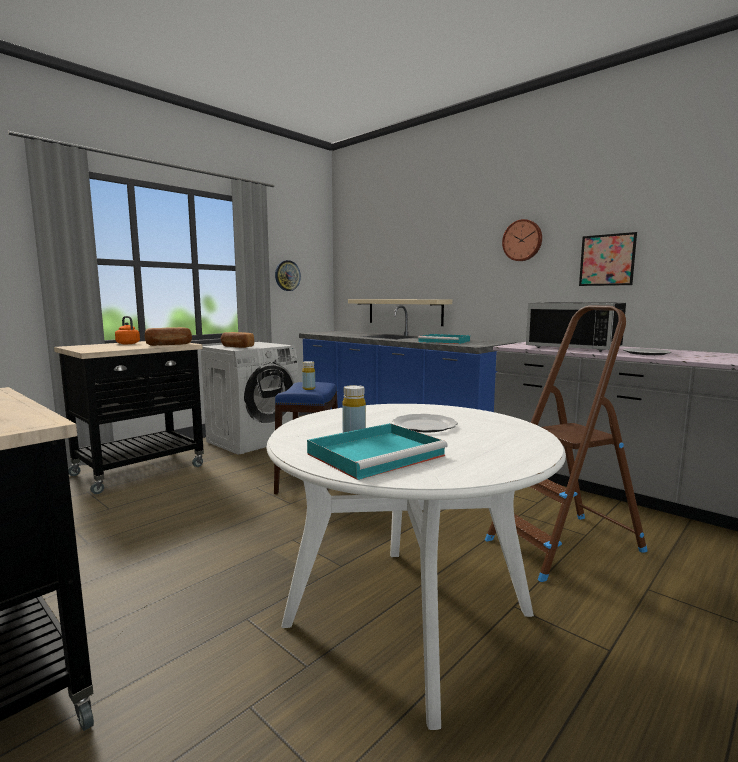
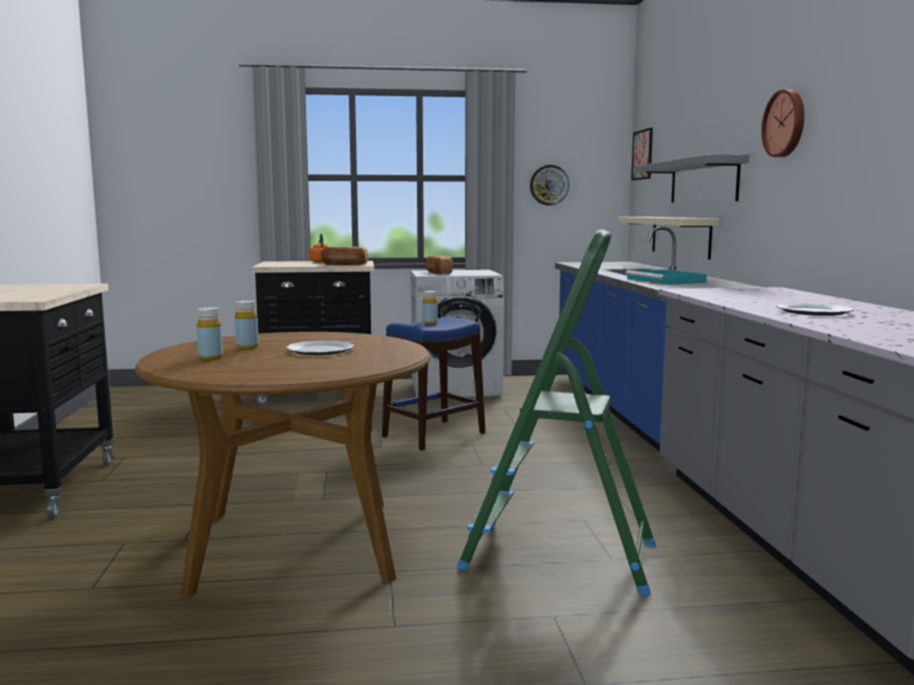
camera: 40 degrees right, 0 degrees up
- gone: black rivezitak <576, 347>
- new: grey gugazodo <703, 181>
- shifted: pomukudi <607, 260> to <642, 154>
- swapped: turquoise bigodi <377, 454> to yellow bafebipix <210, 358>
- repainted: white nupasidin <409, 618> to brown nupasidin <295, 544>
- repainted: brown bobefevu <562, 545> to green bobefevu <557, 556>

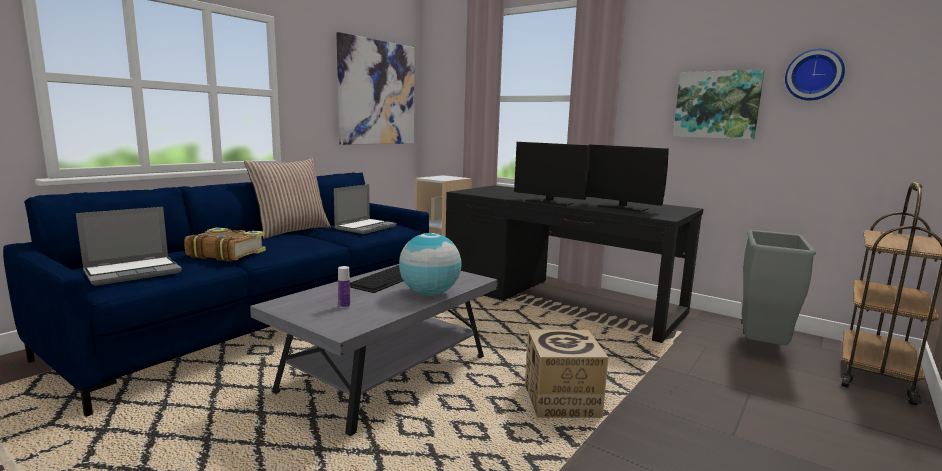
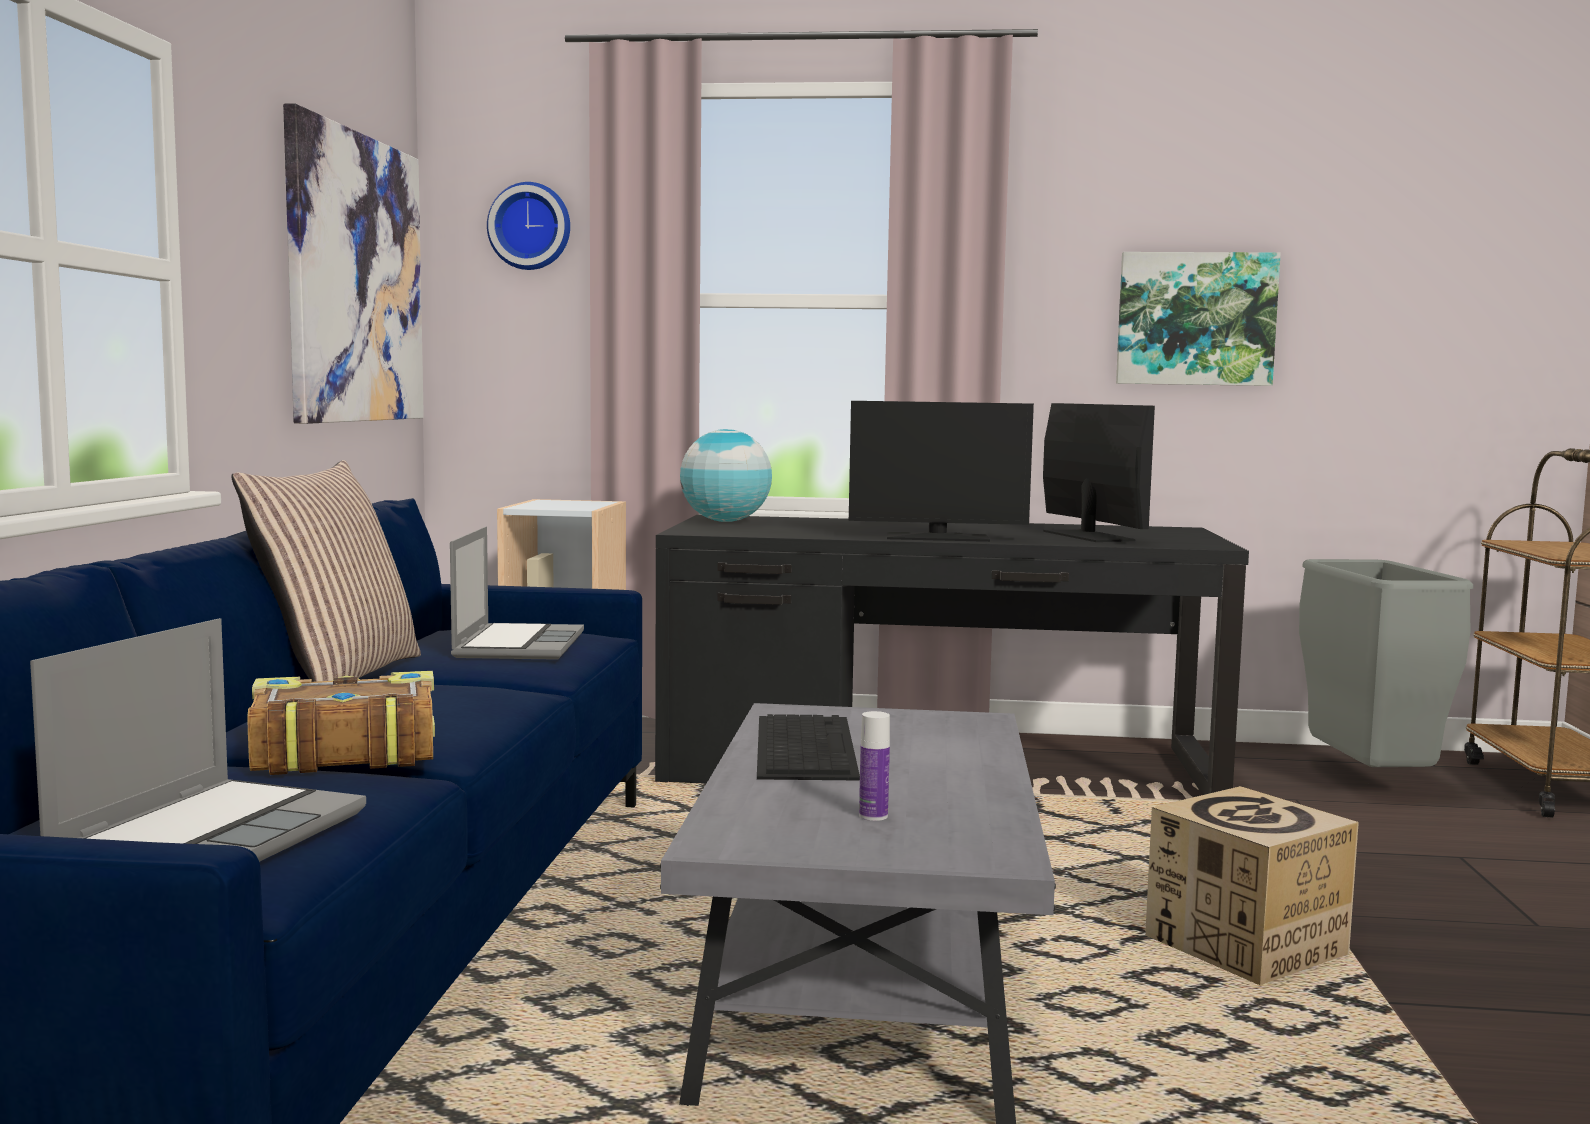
camera: 30 degrees left, 5 degrees down
- shifted: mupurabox <430, 293> to <726, 521>
- shifted: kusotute <814, 75> to <531, 227>
- rotated: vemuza <622, 207> = <1088, 536> 120 degrees counterclockwise

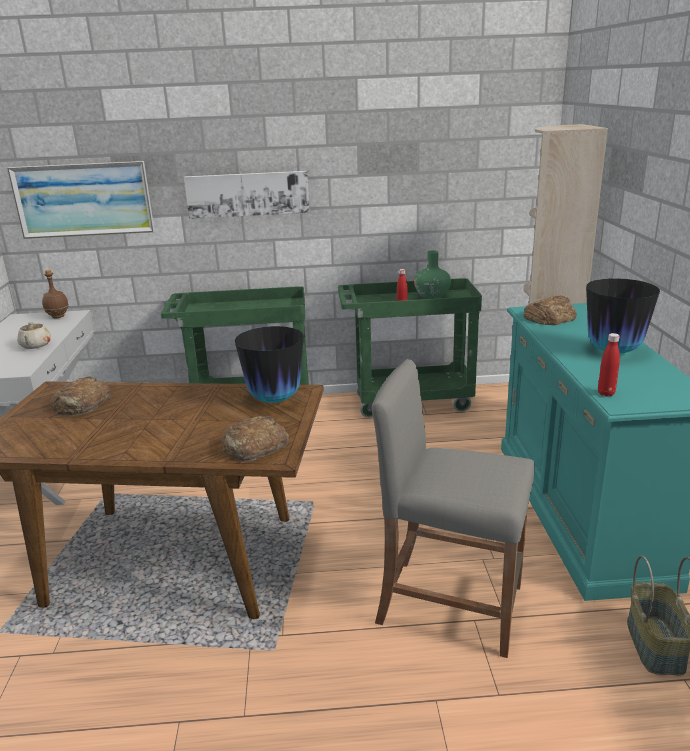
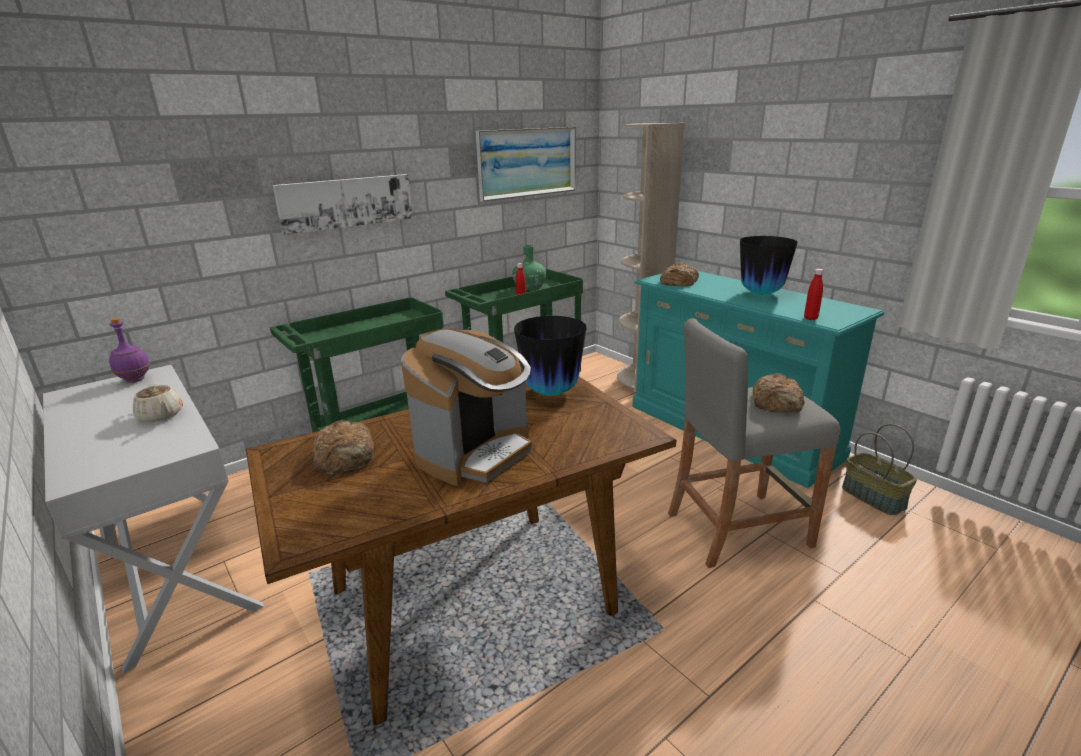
camera: 35 degrees left, 0 degrees up
- new: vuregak <476, 452>
- shifted: pomukudi <83, 199> to <527, 162>
- shifted: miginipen <254, 446> to <778, 401>
- repainted: brown bafebipix <58, 317> to purple bafebipix <135, 380>

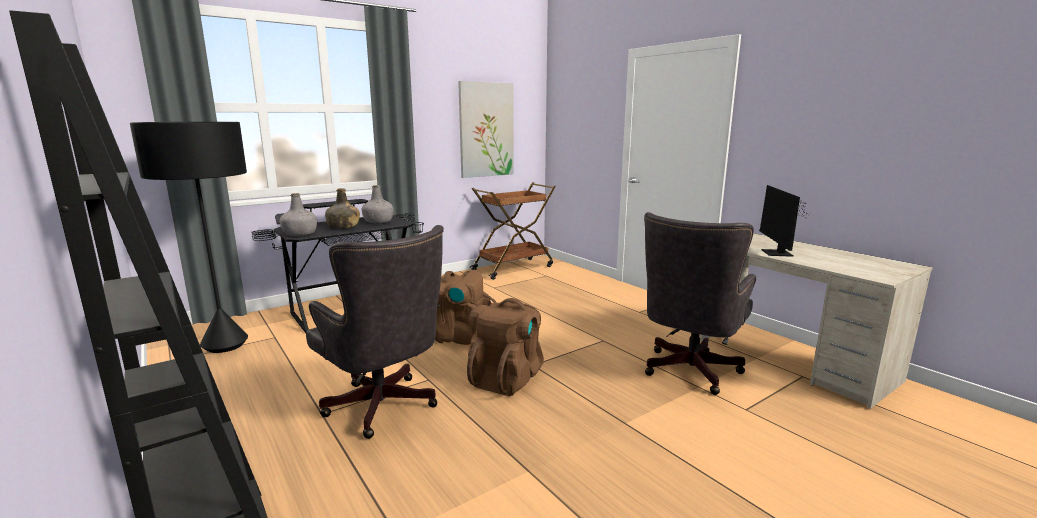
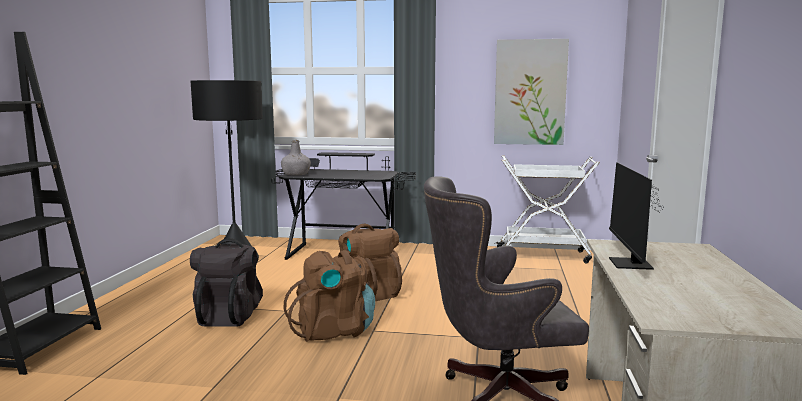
camera: 45 degrees right, 5 degrees down
- gone: green bafebipix <343, 226>
- gone: grey bafebipix <379, 221>
- swapped: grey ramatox <384, 408> to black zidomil <229, 315>
- repainted: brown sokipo <513, 268> to white sokipo <542, 255>
- rotated: vemuza <777, 254> = <630, 265> 45 degrees counterclockwise

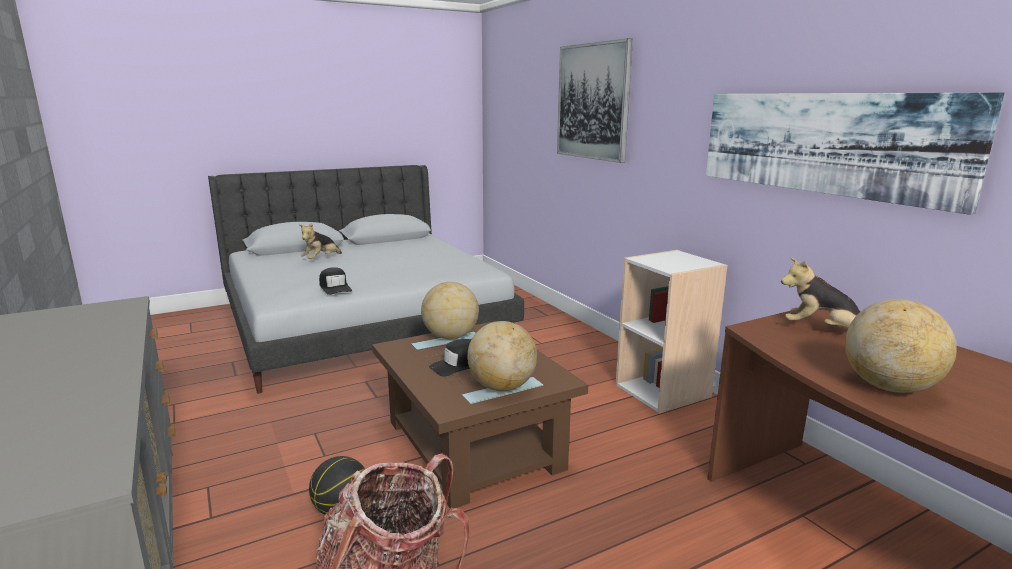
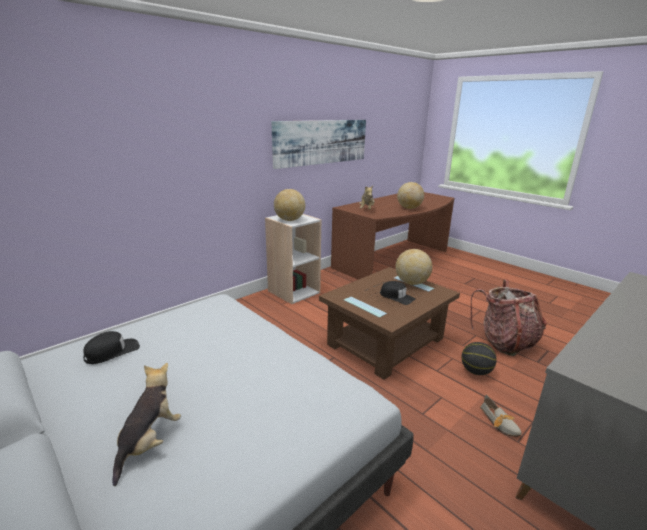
camera: 105 degrees left, 5 degrees up
- gone: pomukudi <593, 102>
- new: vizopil <500, 424>
- shifted: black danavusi <335, 287> to <112, 352>
- shifted: mupurabox <450, 337> to <289, 220>
- rotated: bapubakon <321, 259> = <149, 442> 90 degrees counterclockwise

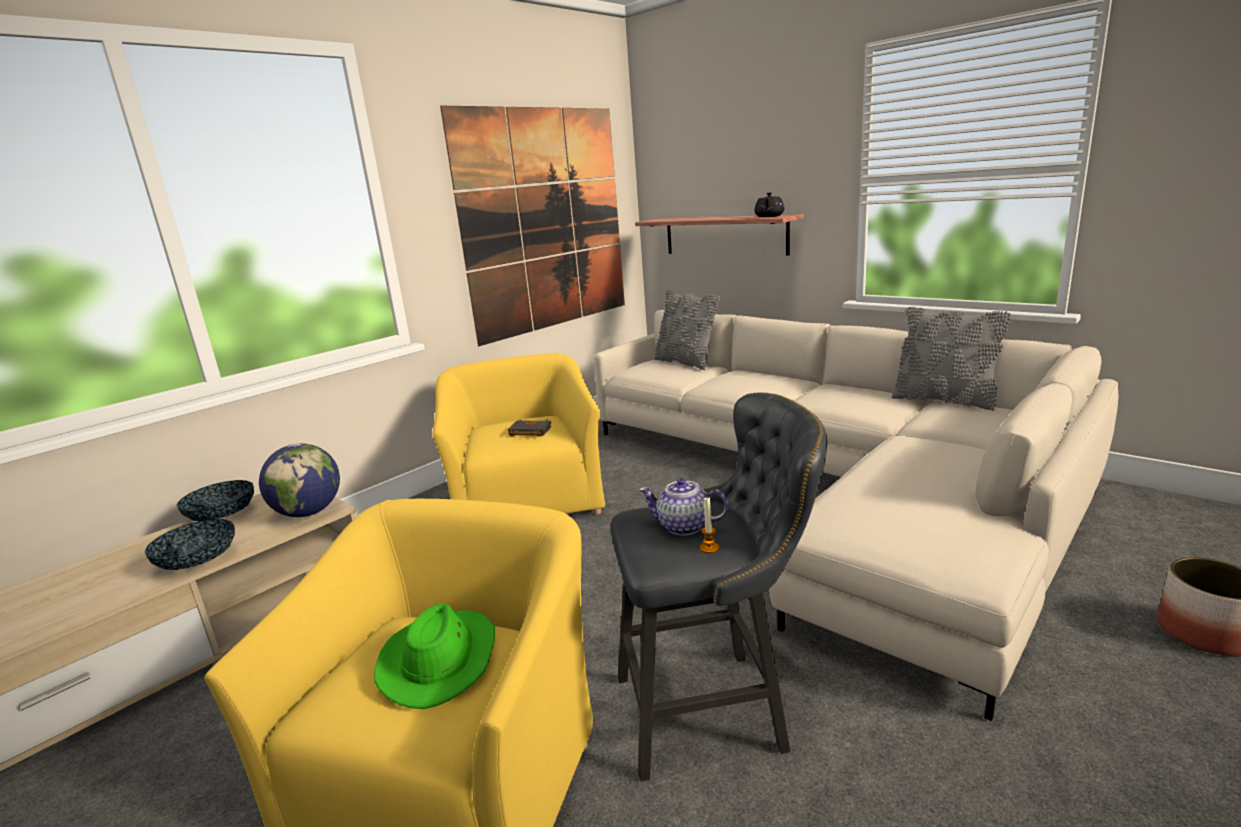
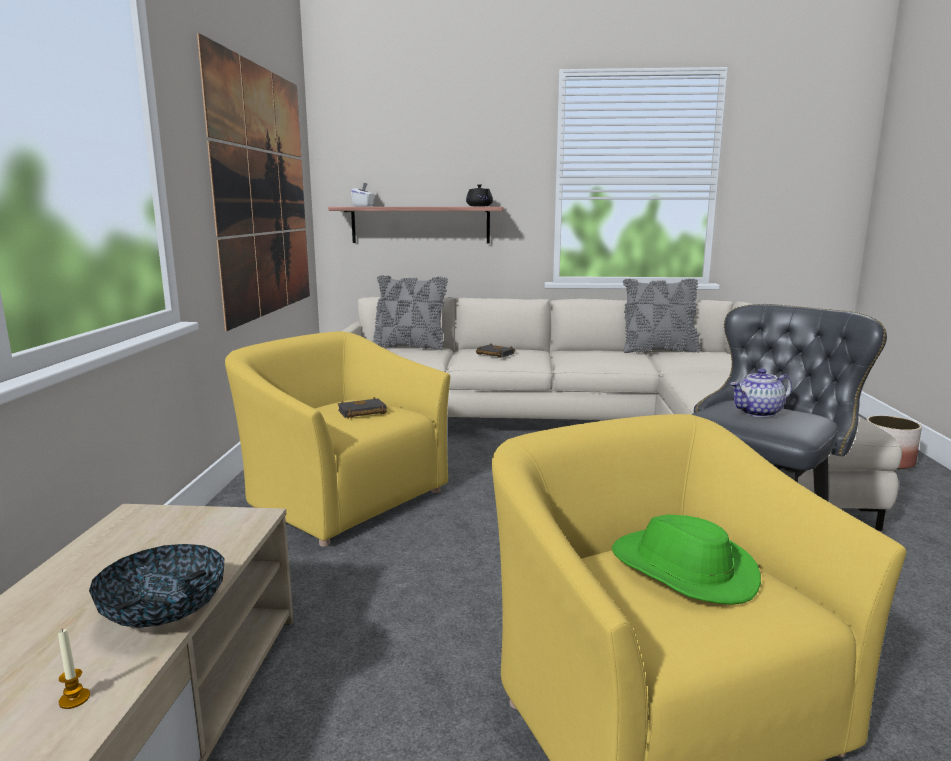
camera: 40 degrees left, 5 degrees down
- gone: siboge <222, 516>
- gone: mupurabox <309, 512>
- new: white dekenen <363, 206>
- new: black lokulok <493, 354>
- shifted: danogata <709, 548> to <74, 699>

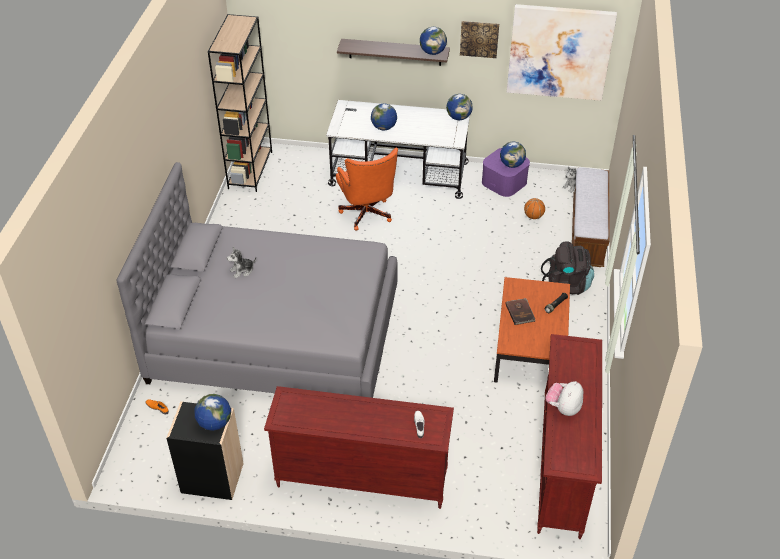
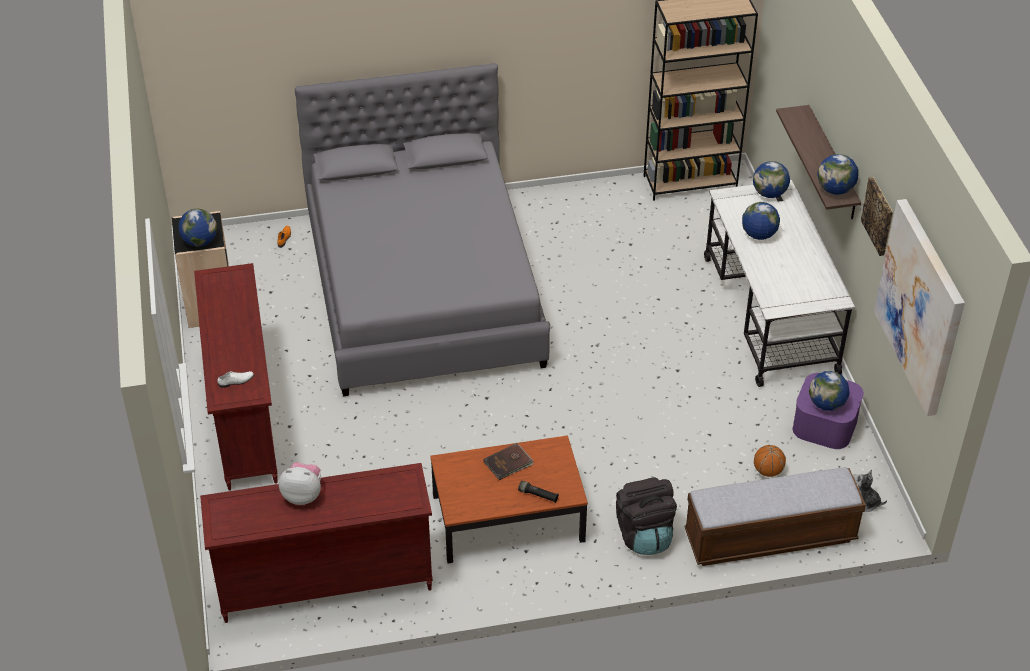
camera: 70 degrees right, 0 degrees up
- gone: bapubakon <242, 271>
- gone: orange ramatox <367, 215>
- shifted: mupurabox <458, 118> to <769, 193>

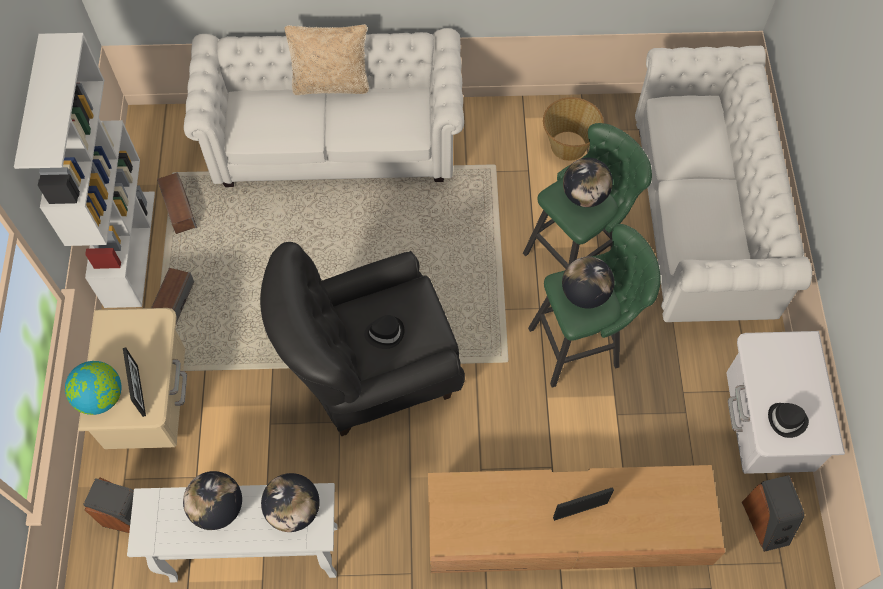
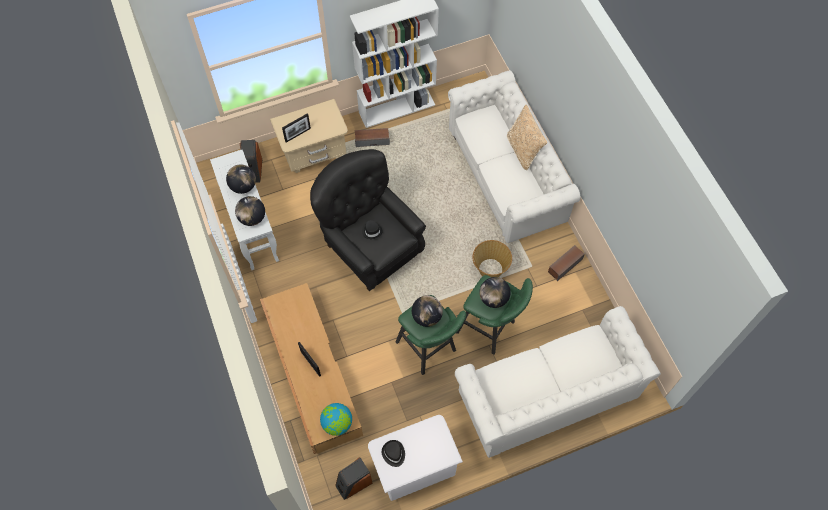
camera: 70 degrees right, 0 degrees up
- shifted: mupurabox <101, 397> to <337, 423>
- shifted: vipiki <178, 208> to <565, 265>
- shifted: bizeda <568, 146> to <490, 269>

